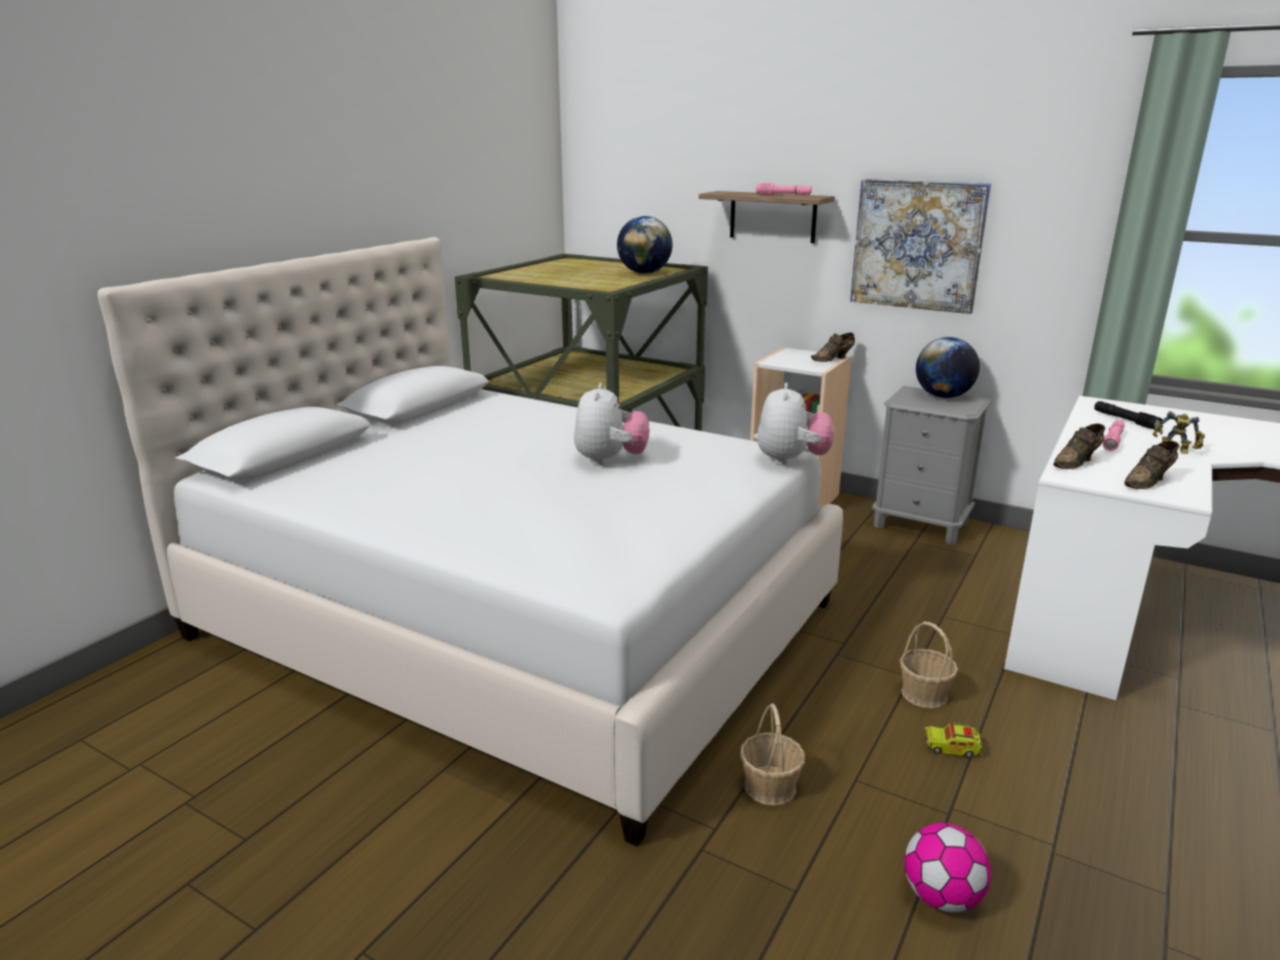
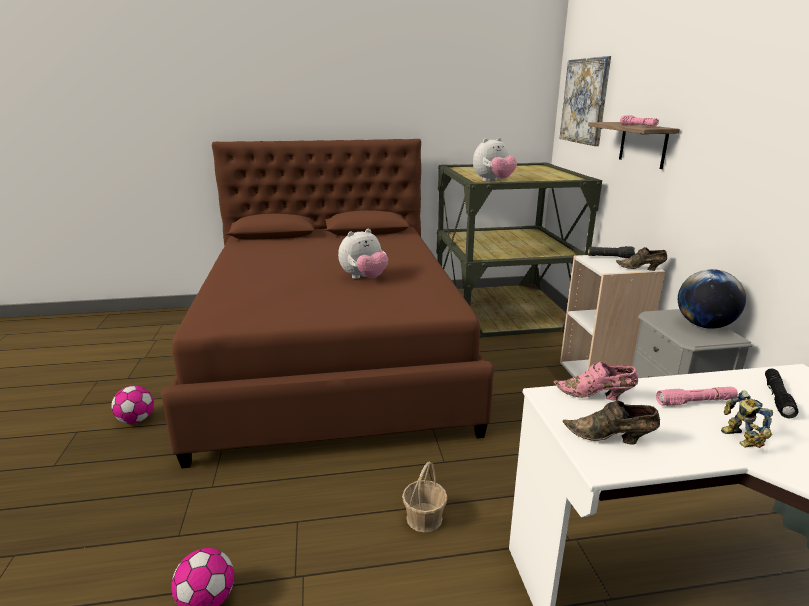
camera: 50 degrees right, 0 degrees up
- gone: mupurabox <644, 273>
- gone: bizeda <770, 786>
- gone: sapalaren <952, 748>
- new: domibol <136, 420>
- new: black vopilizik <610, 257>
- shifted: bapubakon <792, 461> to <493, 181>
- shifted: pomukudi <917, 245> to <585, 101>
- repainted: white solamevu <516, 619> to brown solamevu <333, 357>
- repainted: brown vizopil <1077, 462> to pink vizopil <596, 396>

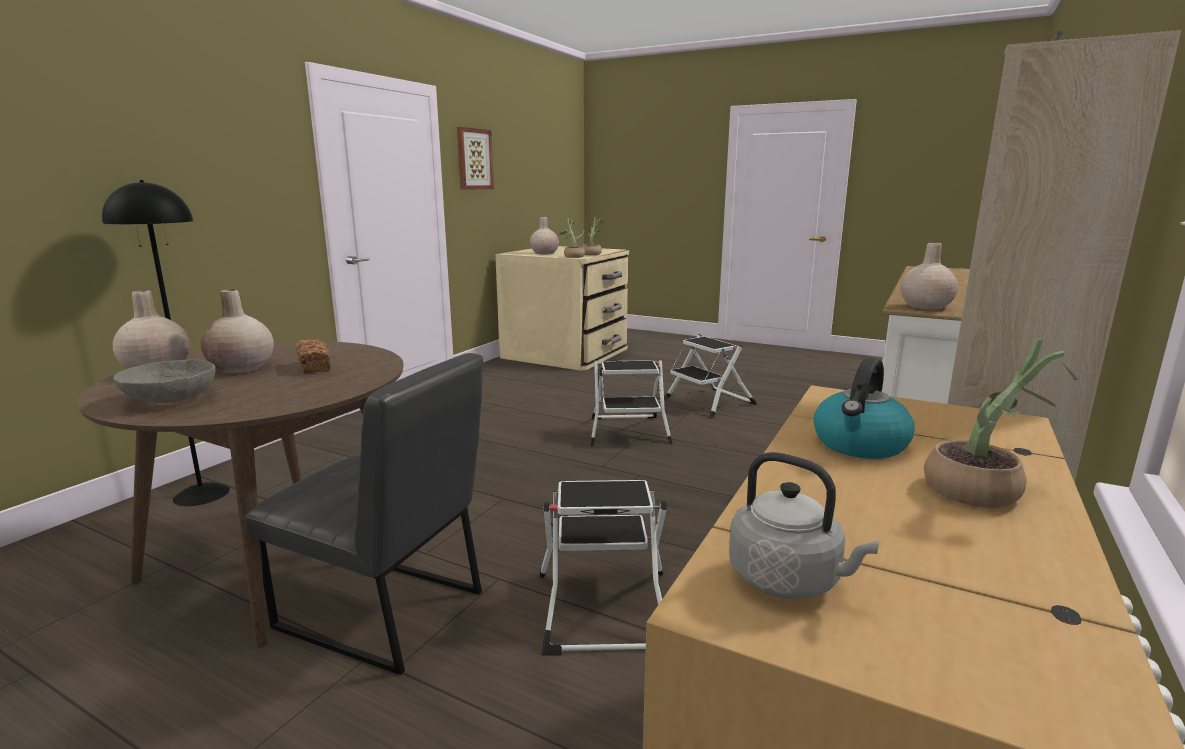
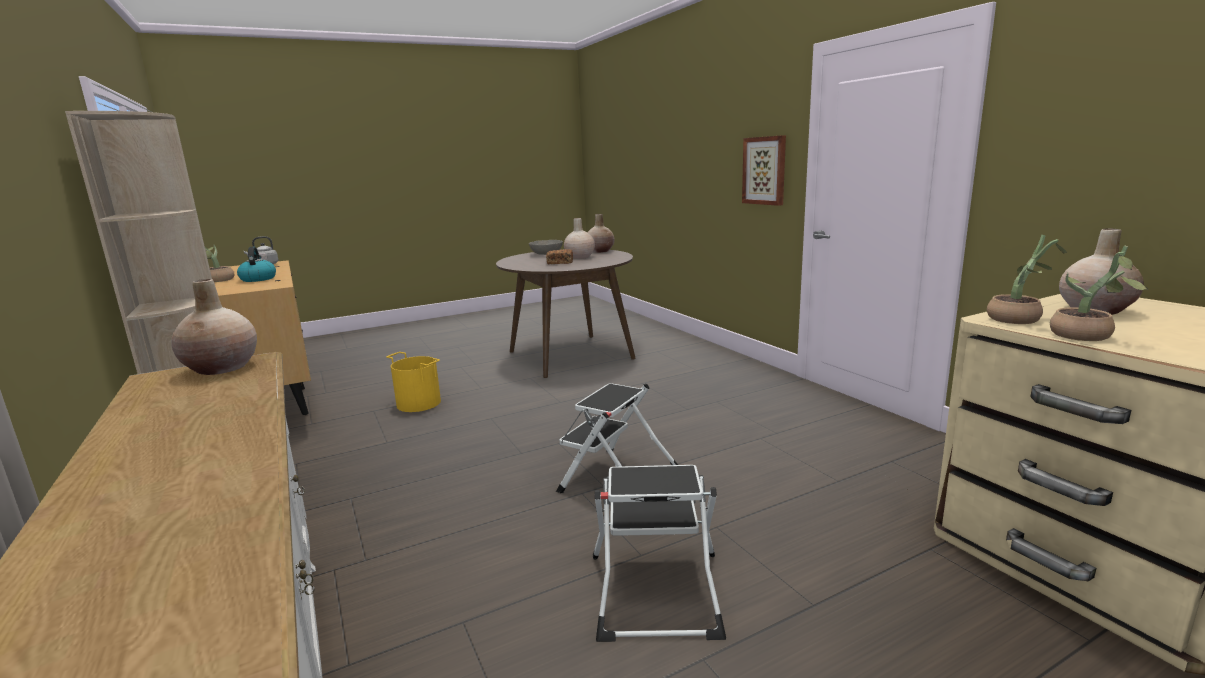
camera: 125 degrees right, 0 degrees up
- gone: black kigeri <201, 494>
- gone: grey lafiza <384, 612>
- shifted: pomukudi <474, 159> to <764, 170>
- swapped: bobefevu <603, 606> to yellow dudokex <419, 403>

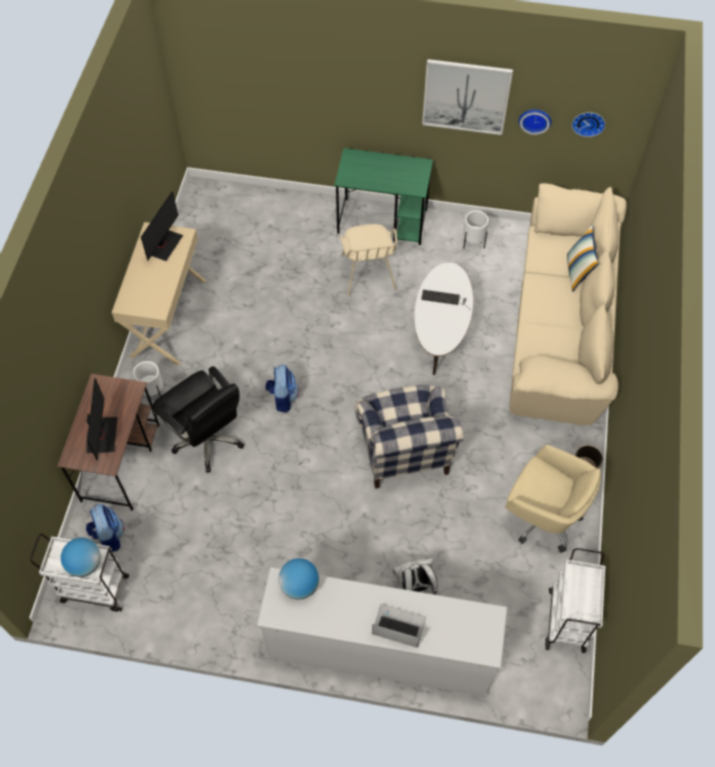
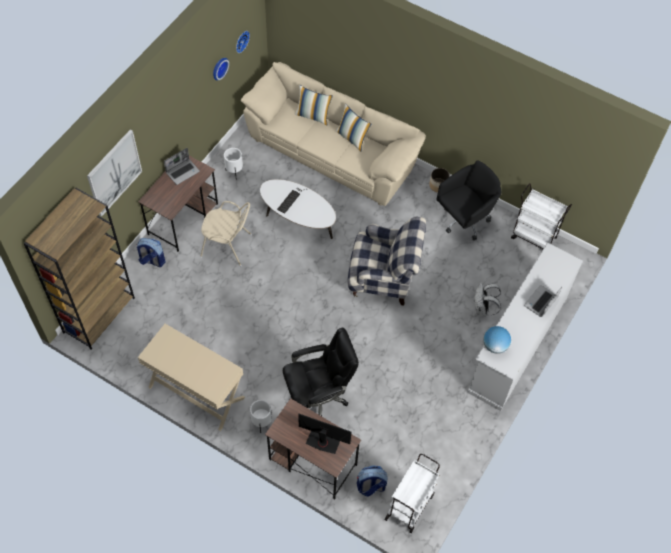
camera: 70 degrees left, 0 degrees up
- gone: mupurabox <85, 564>
- gone: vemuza <163, 245>
- new: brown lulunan <99, 314>
- new: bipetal <183, 172>
- new: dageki <352, 138>
- shifted: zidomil <282, 397> to <152, 261>
- shifted: pomukudi <466, 96> to <114, 172>
- repainted: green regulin <383, 221> to brown regulin <183, 218>
- repainted: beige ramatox <542, 518> to black ramatox <463, 222>

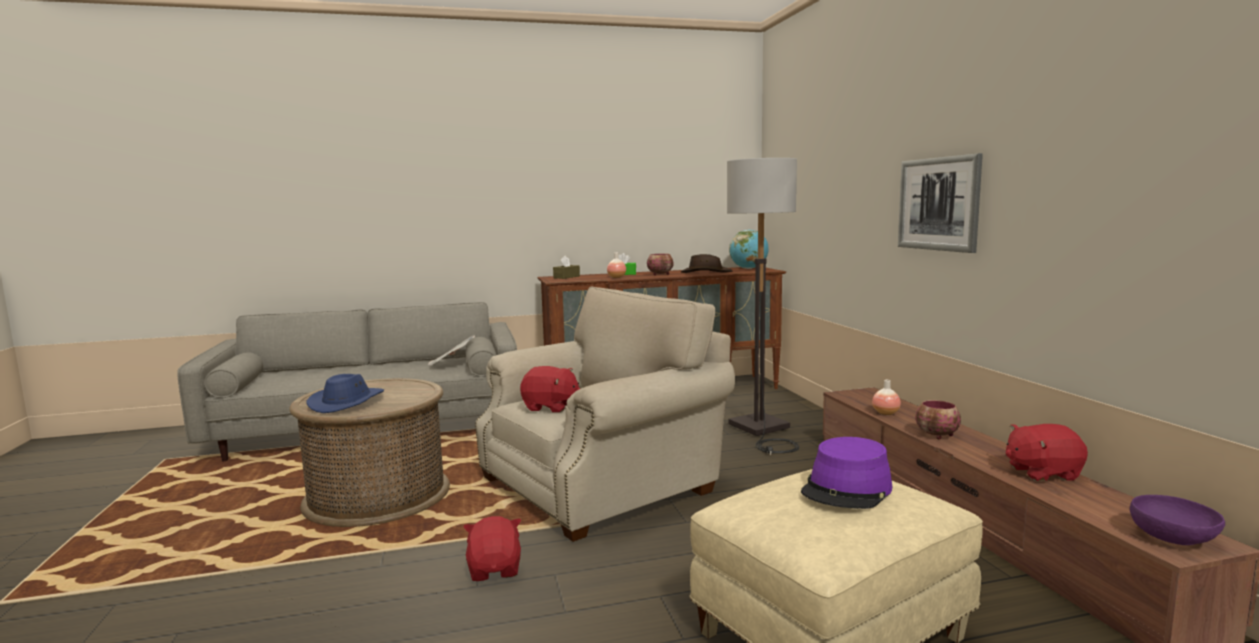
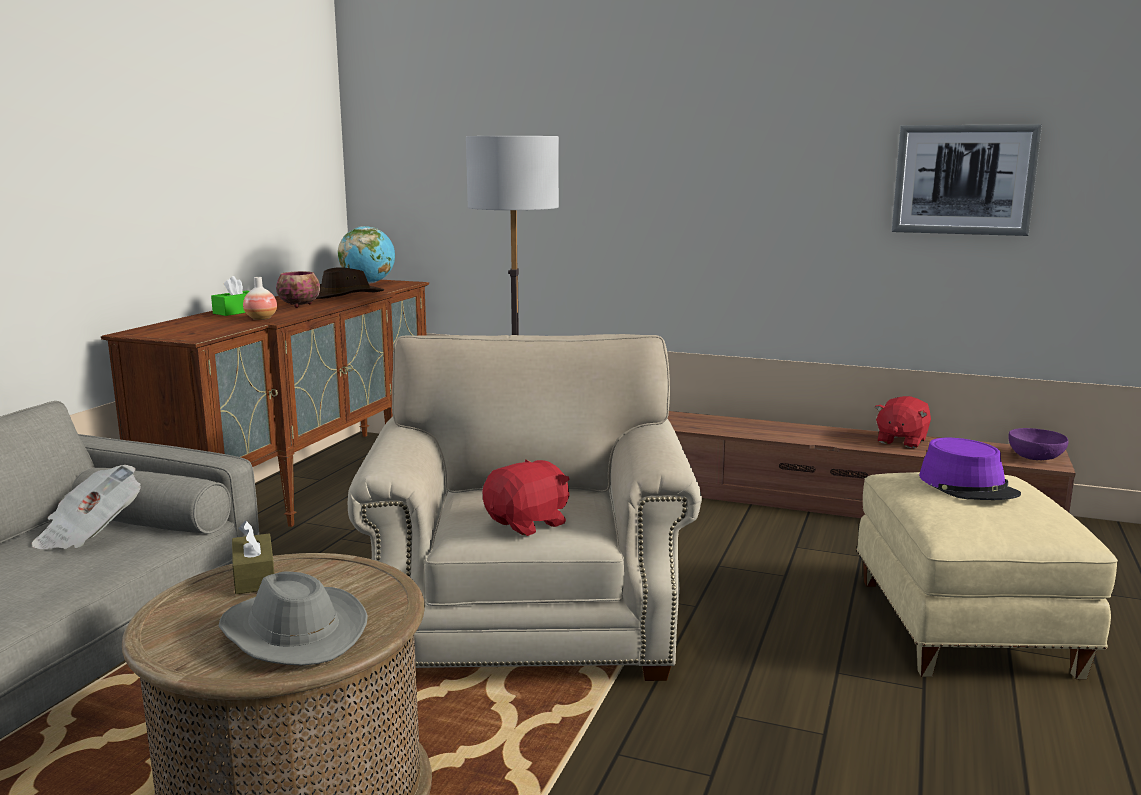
camera: 55 degrees left, 5 degrees up
- gone: red bapubakon <495, 569>
- gone: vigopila <885, 413>
- gone: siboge <937, 435>
- shifted: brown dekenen <566, 277> to <254, 577>
- shifted: pomukudi <938, 204> to <963, 179>
- repainted: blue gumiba <347, 402> to grey gumiba <291, 632>

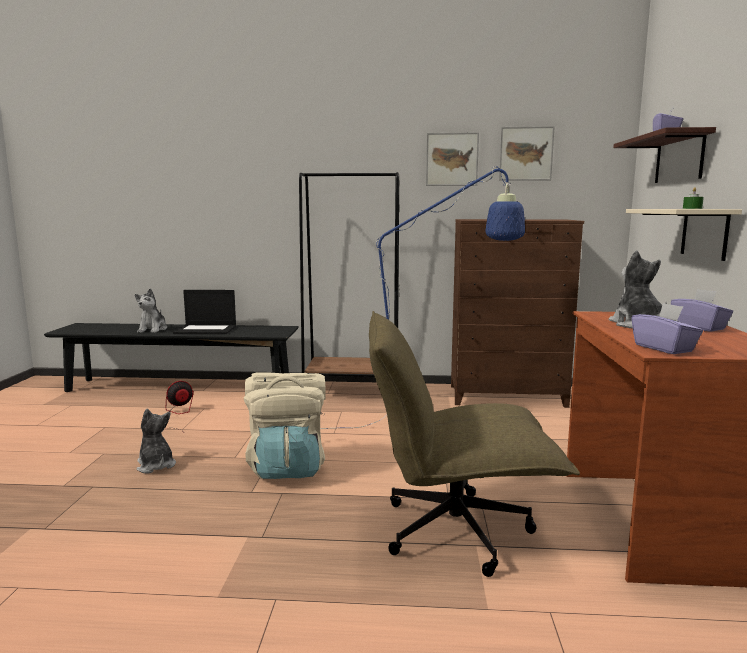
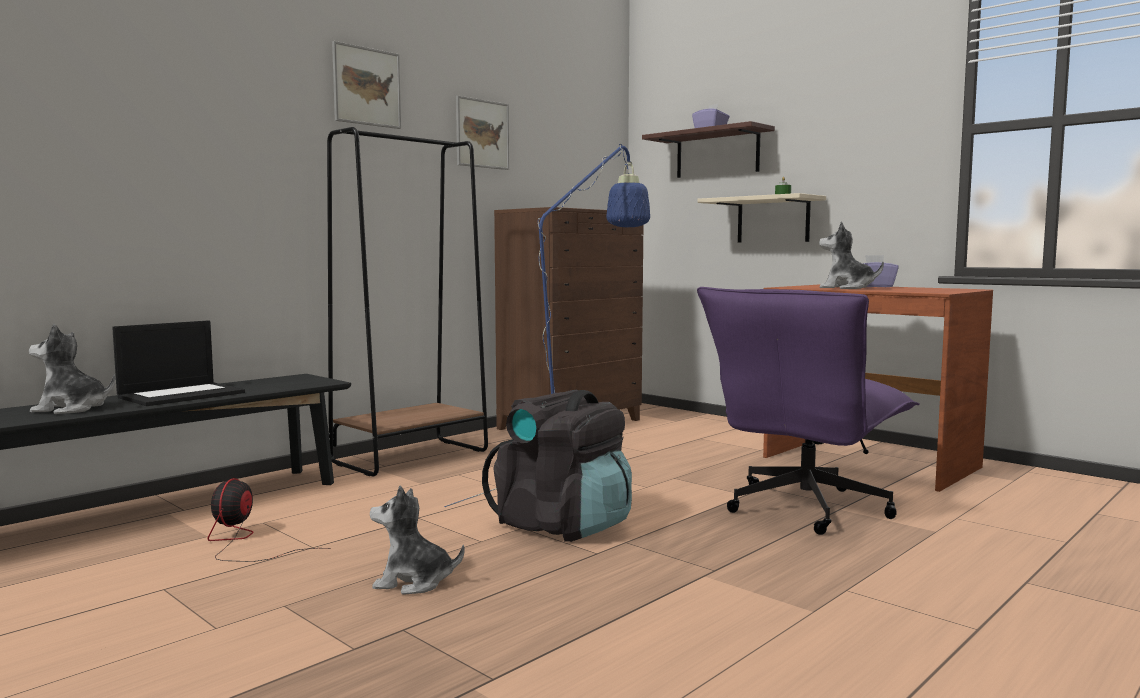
camera: 50 degrees left, 5 degrees down
- gone: purple dekenen <664, 348>
- shifted: pomukudi <526, 153> to <366, 86>
- repainted: beige zidomil <288, 467> to black zidomil <563, 526>
- repainted: beige ramatox <457, 530> to purple ramatox <807, 507>
- rotated: bapubakon <153, 329> = <71, 409> 135 degrees clockwise

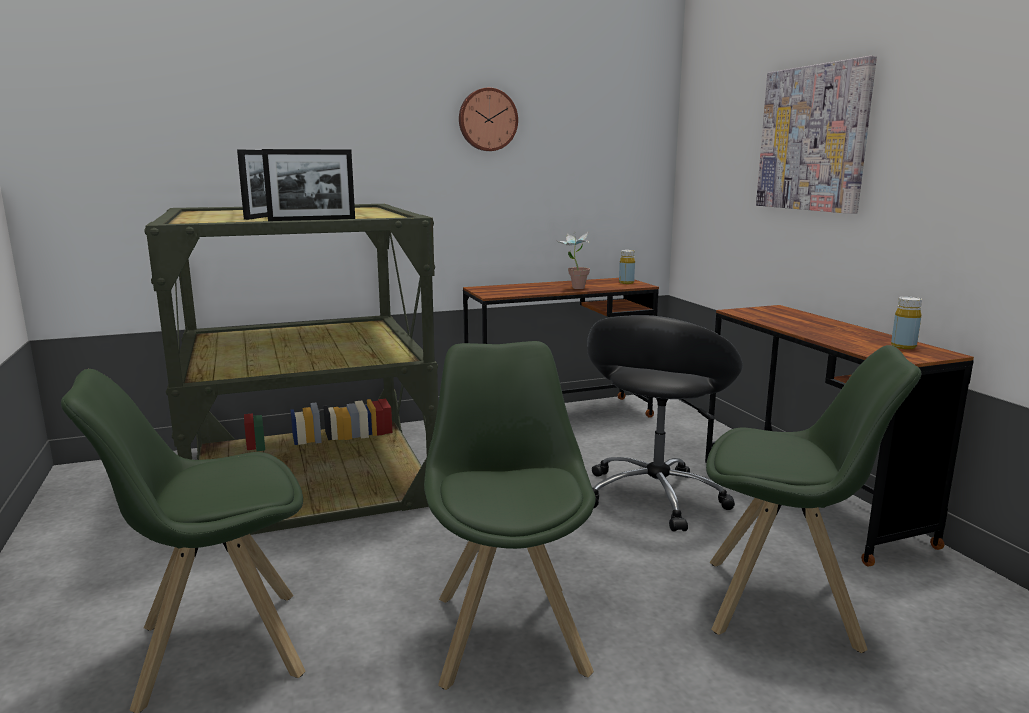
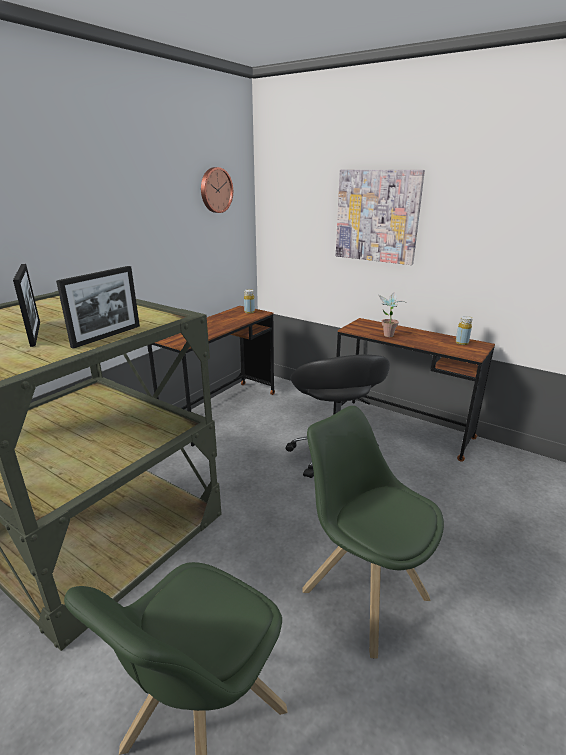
camera: 35 degrees left, 10 degrees up
- gone: green lafiza <782, 604>
- shifted: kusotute <487, 120> to <215, 190>
- shifted: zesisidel <574, 288> to <387, 336>

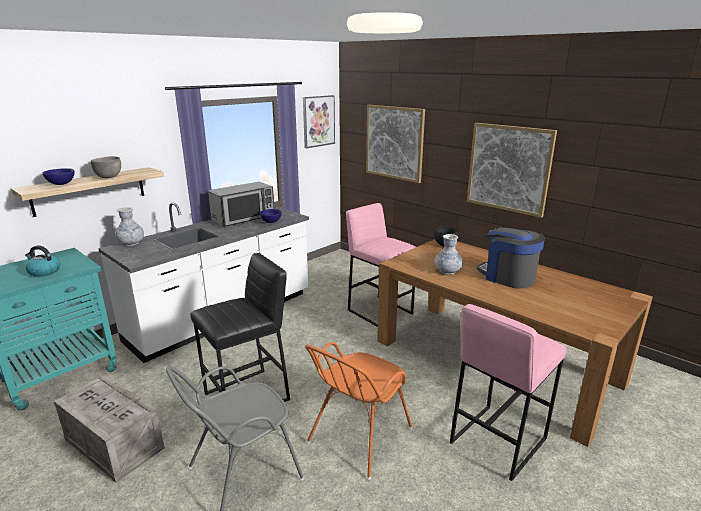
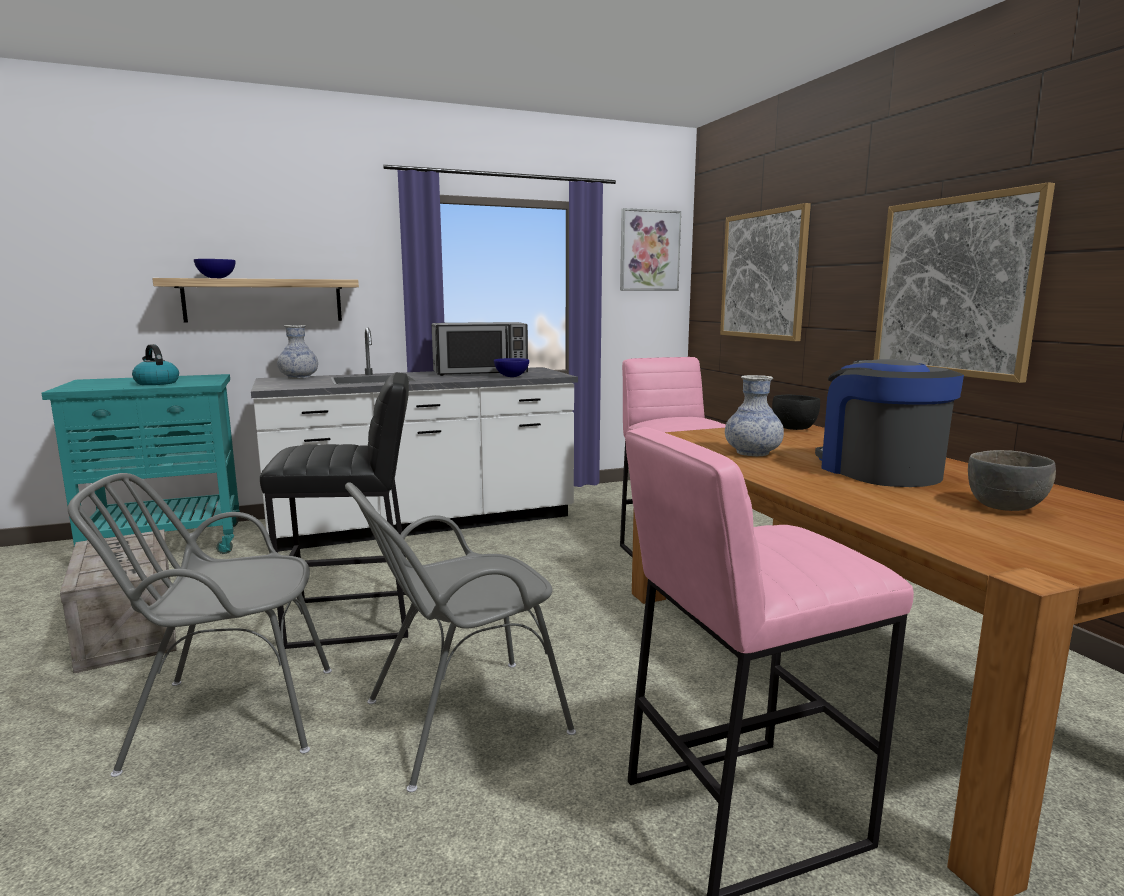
camera: 25 degrees right, 10 degrees down
- shifted: grey siboge <109, 177> to <1005, 507>
- repainted: orange lafiza <358, 438> to grey lafiza <459, 720>

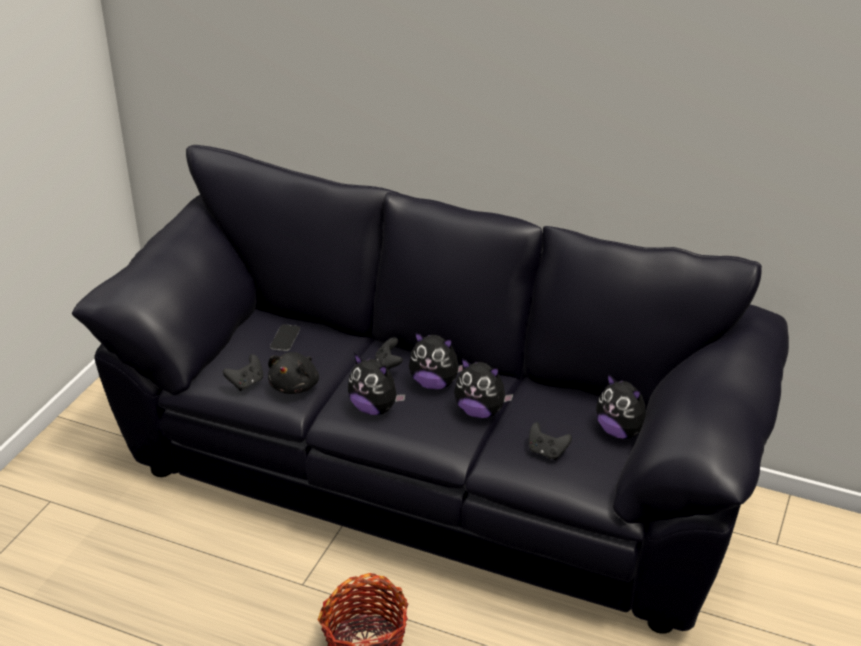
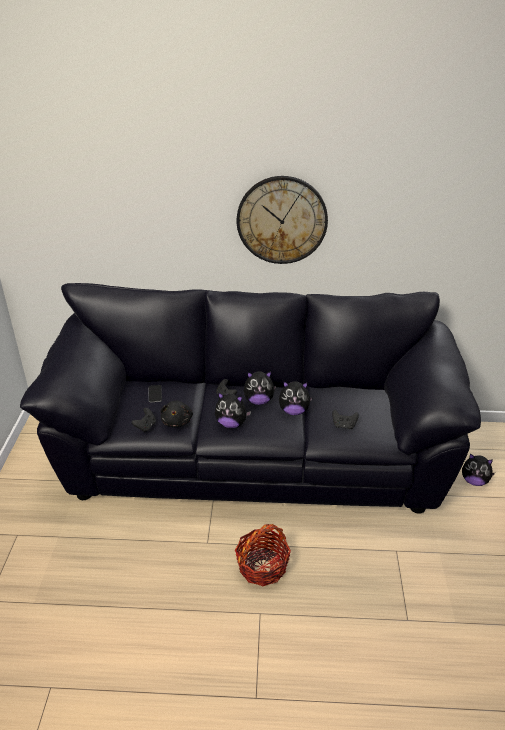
camera: 20 degrees left, 0 degrees up
- new: kusotute <282, 220>
- shifted: bapubakon <621, 431> to <474, 481>

